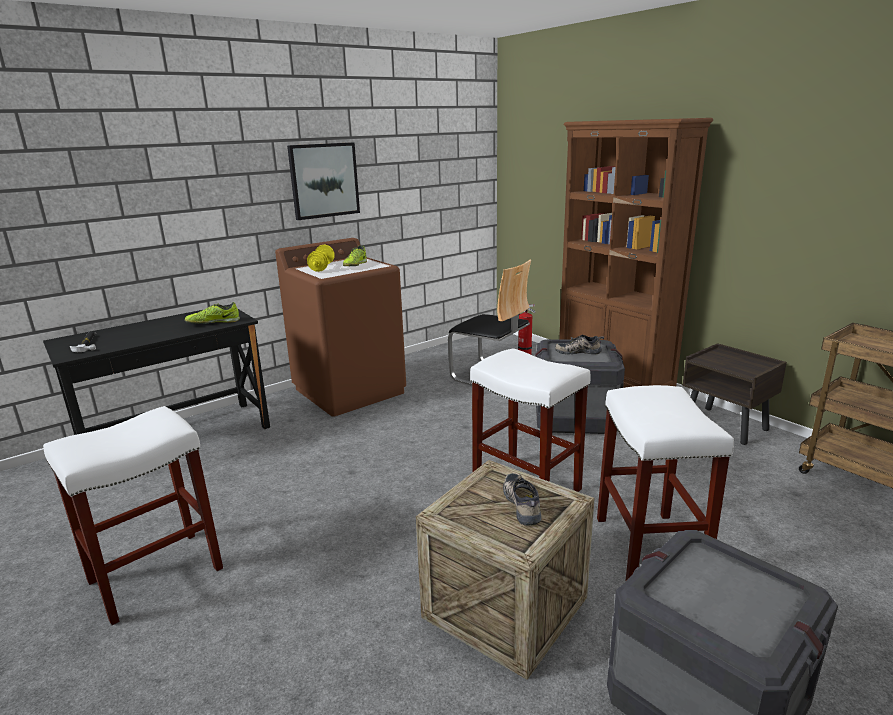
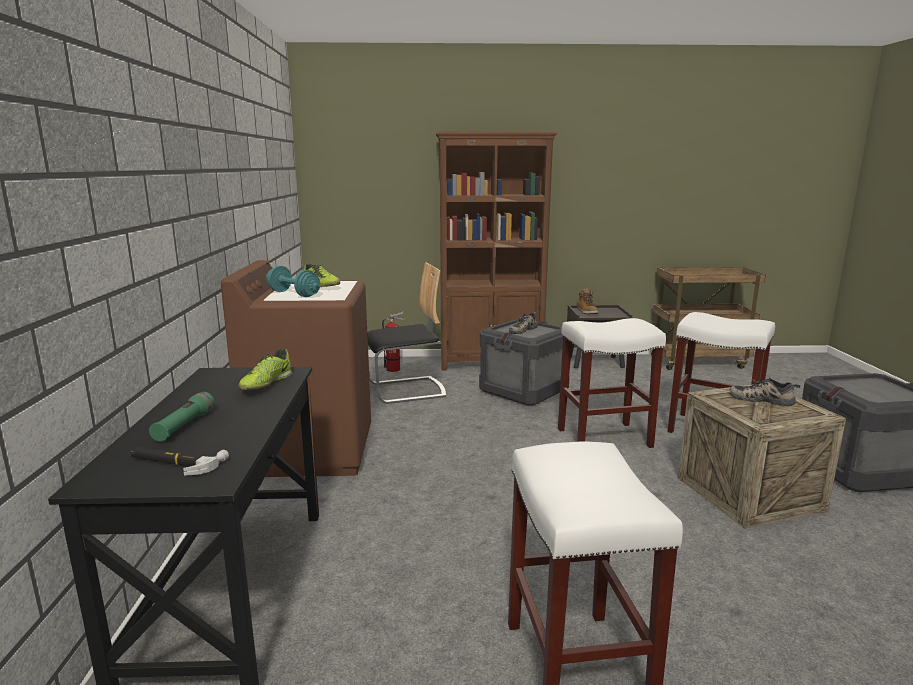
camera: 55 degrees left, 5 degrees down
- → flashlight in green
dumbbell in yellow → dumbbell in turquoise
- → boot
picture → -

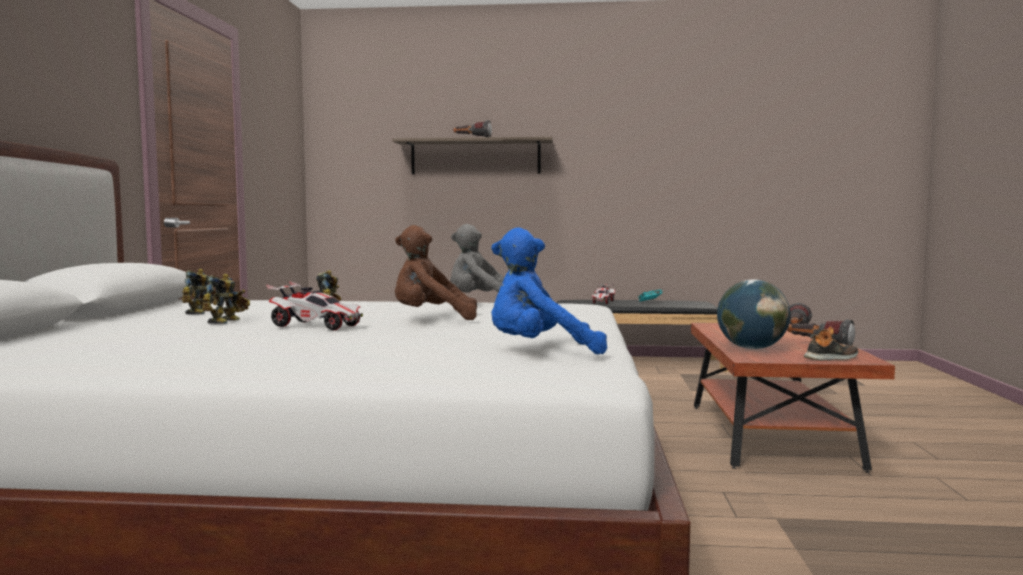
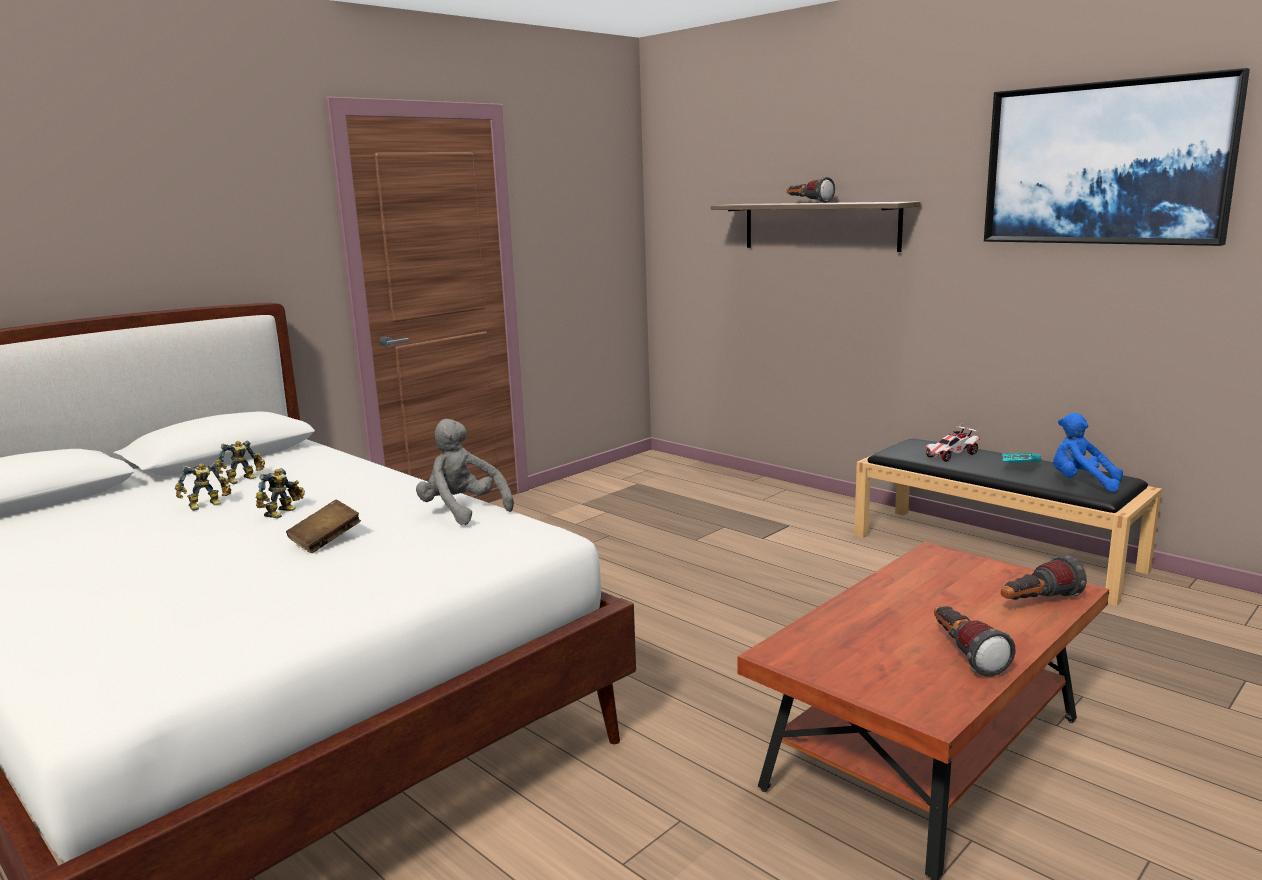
camera: 40 degrees right, 10 degrees up
plush toy in brown → book in brown
- → picture
plush toy in blue, moved
toy car (1st from left) → -
globe → -
shoe → -

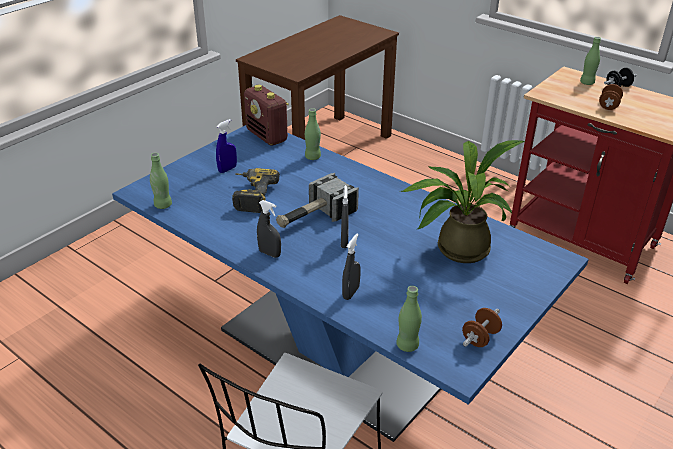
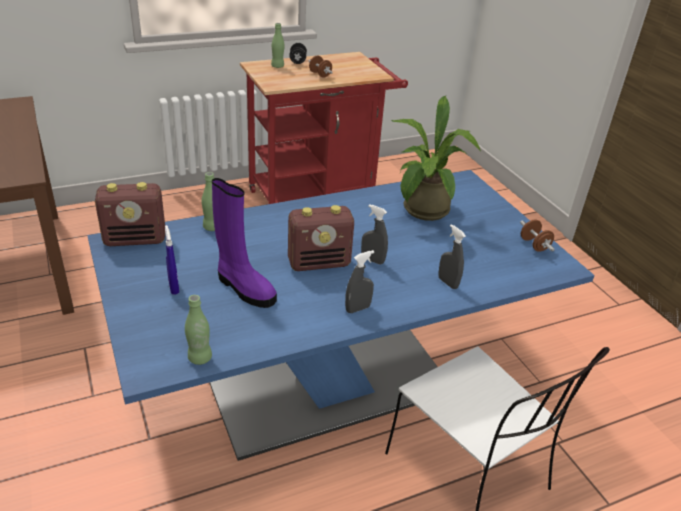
camera: 65 degrees left, 0 degrees up
power drill → boot in purple
hammer → radio (2nd from left)
bottle in green (3rd from left) → -

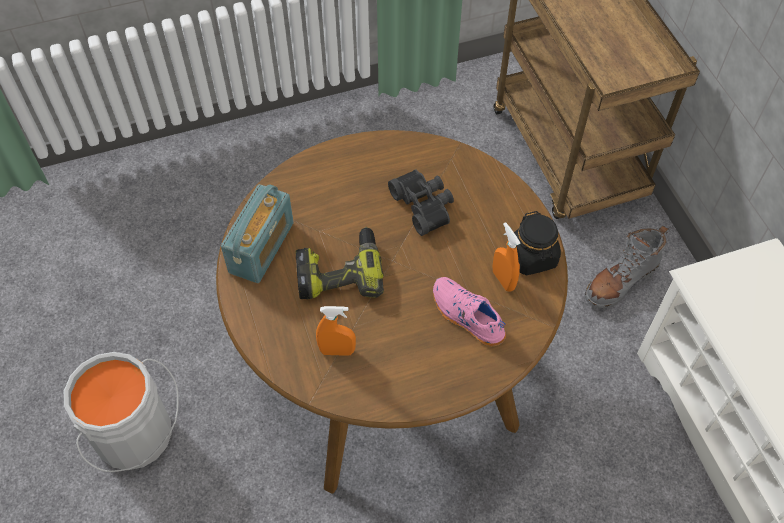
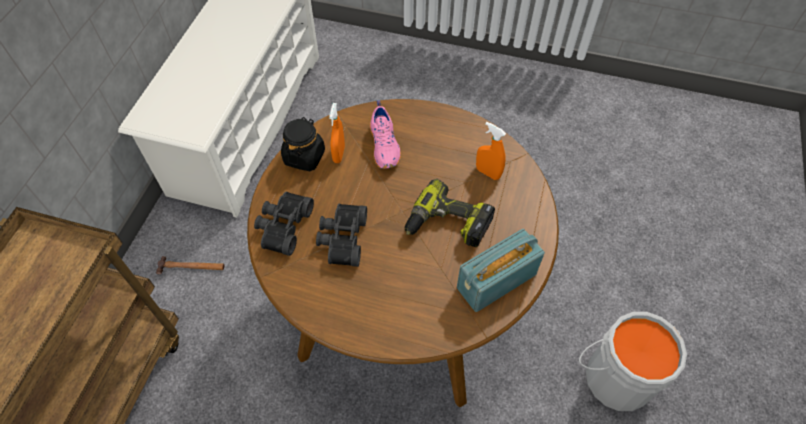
camera: 145 degrees left, 0 degrees up
boot in grey → hammer
- → binoculars in black (1st from left)

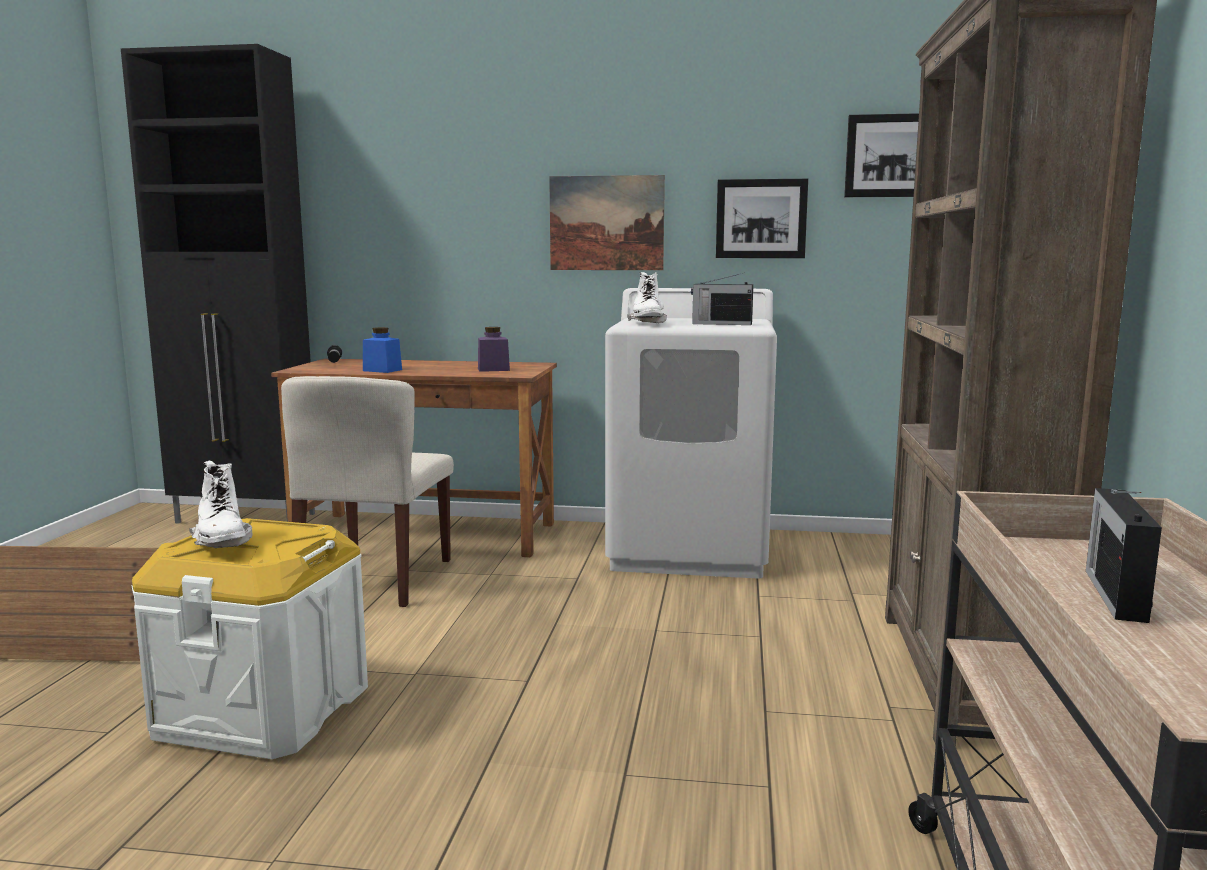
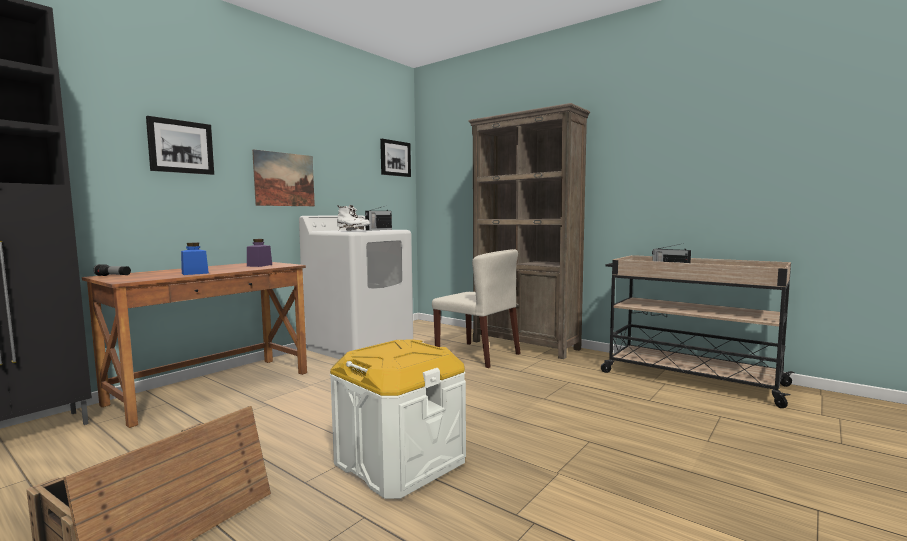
camera: 60 degrees left, 5 degrees down
picture (2nd from left in the first image) → picture (1st from left), moved
chair in beige, moved
boot in white (1st from left) → -

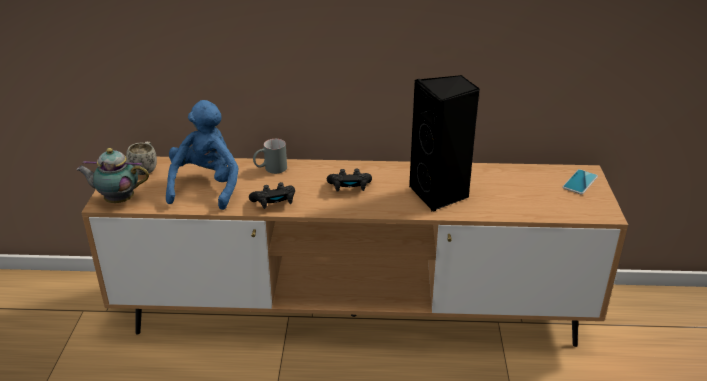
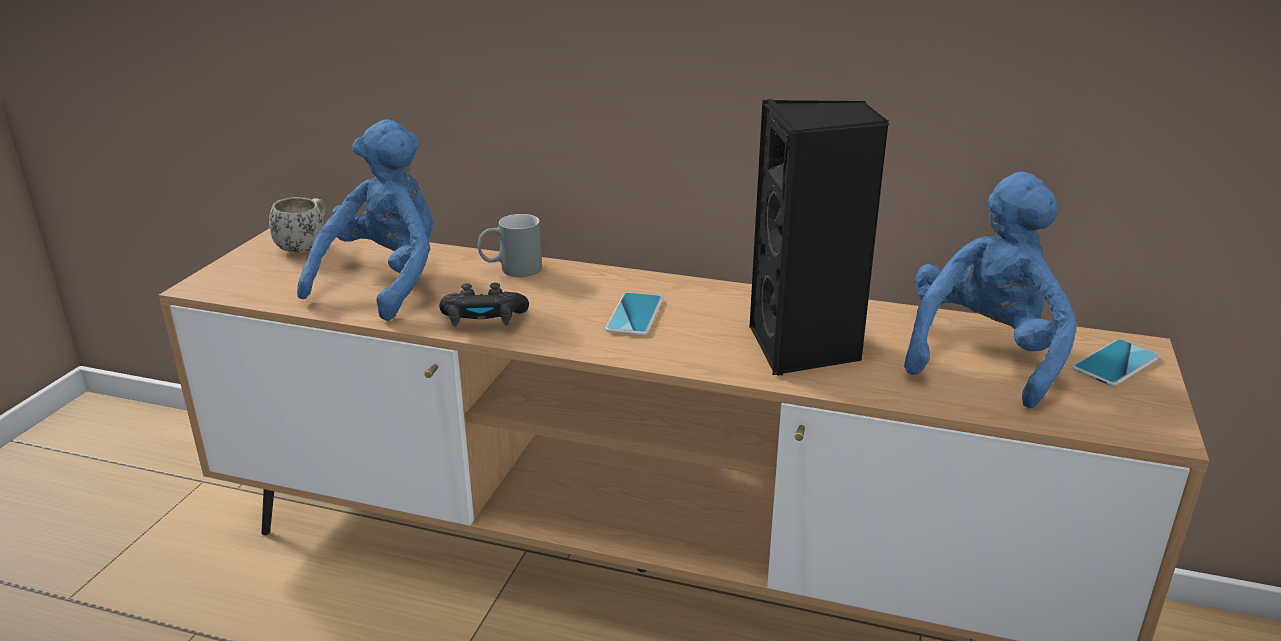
camera: 15 degrees right, 5 degrees down
game controller in black (2nd from left) → phone (1st from left)
- → plush toy in blue (2nd from left)
teapot → -

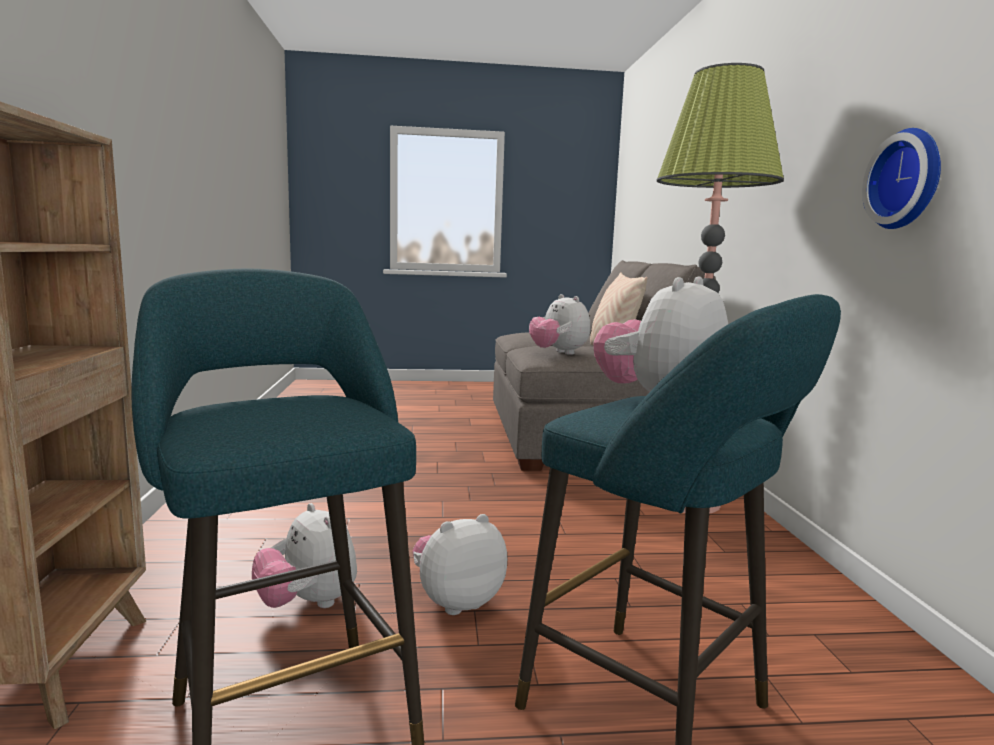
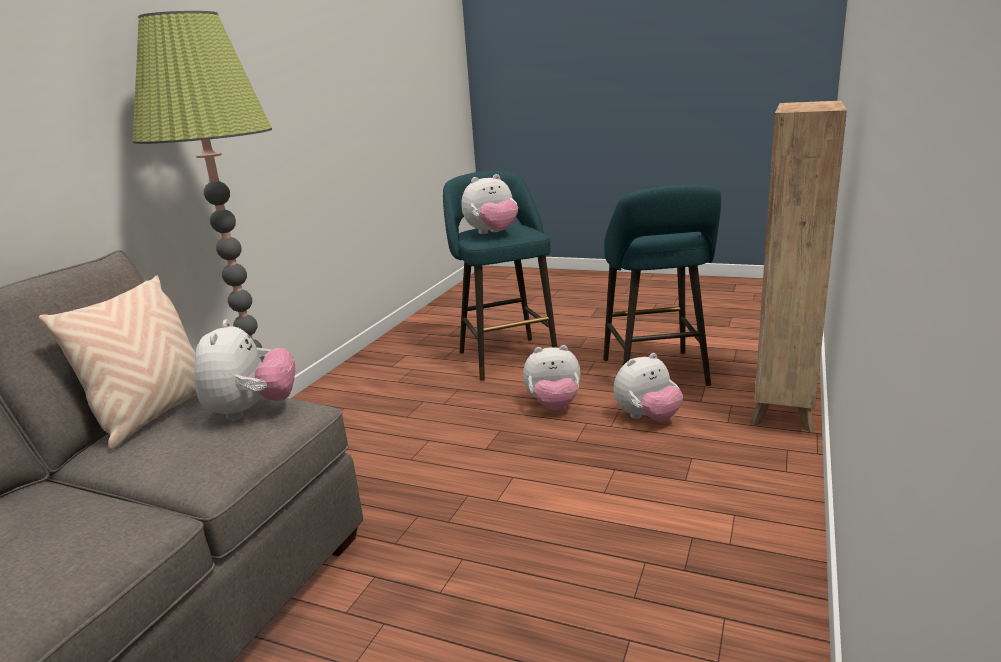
camera: 150 degrees left, 10 degrees up
plush toy (1st from left in the first image) → plush toy (4th from left), 75 degrees clockwise
wall clock → -

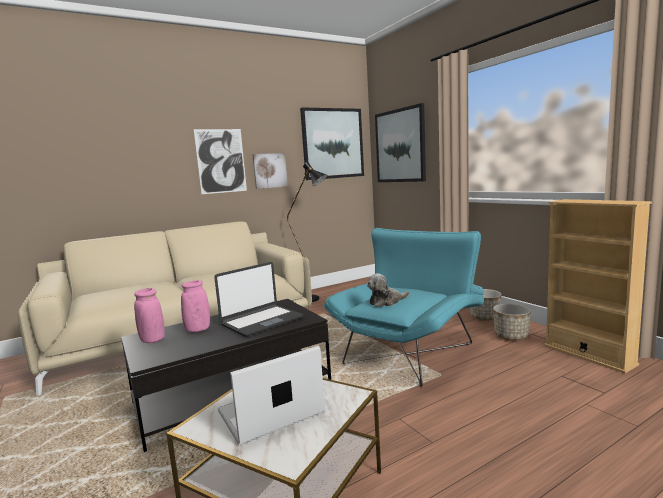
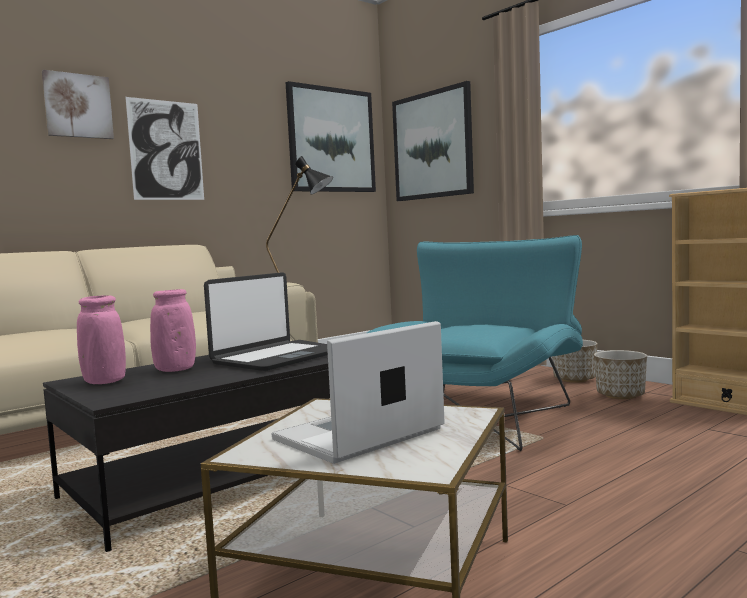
camera: 10 degrees left, 5 degrees down
picture (2nd from left in the first image) → picture (1st from left), moved
plush toy → -

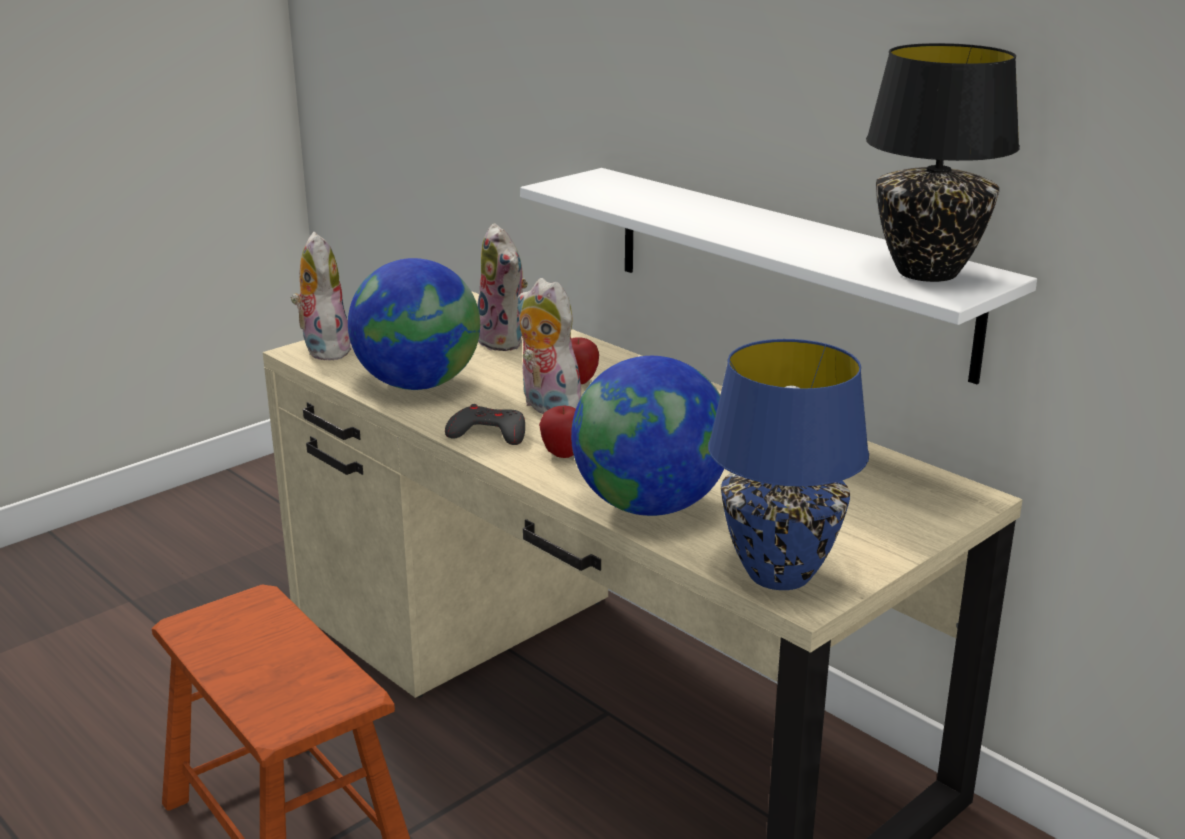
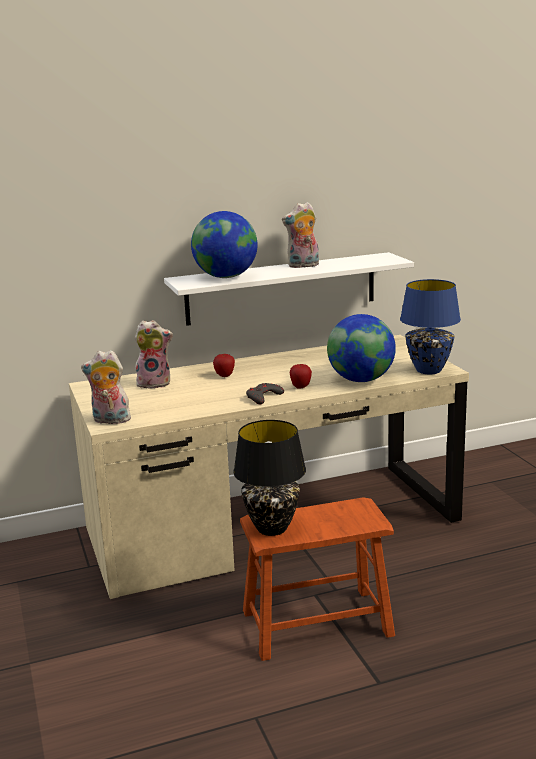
camera: 65 degrees left, 5 degrees down
globe (1st from left), moved
table lamp in black, moved
plush toy (3rd from left), moved

